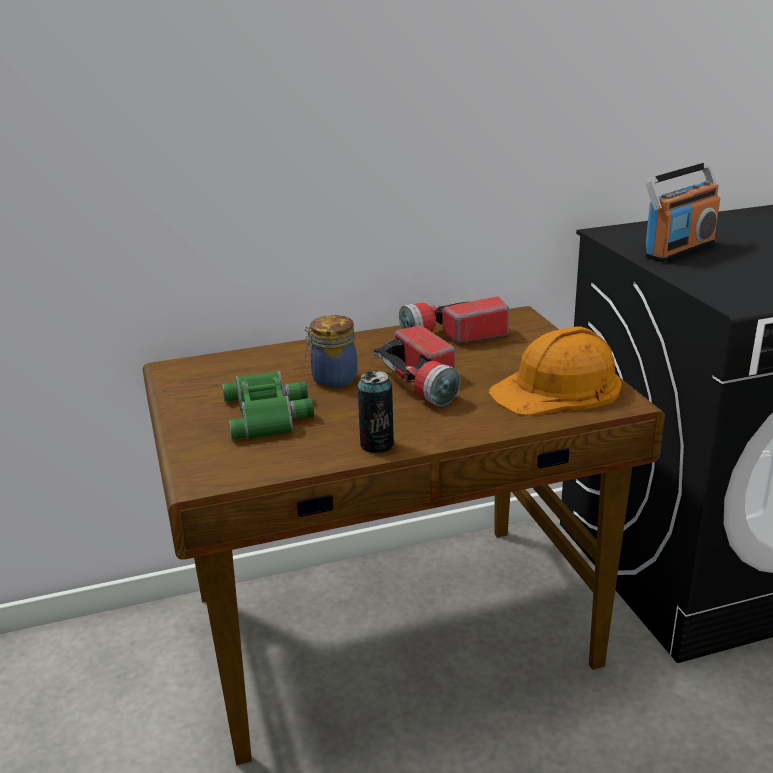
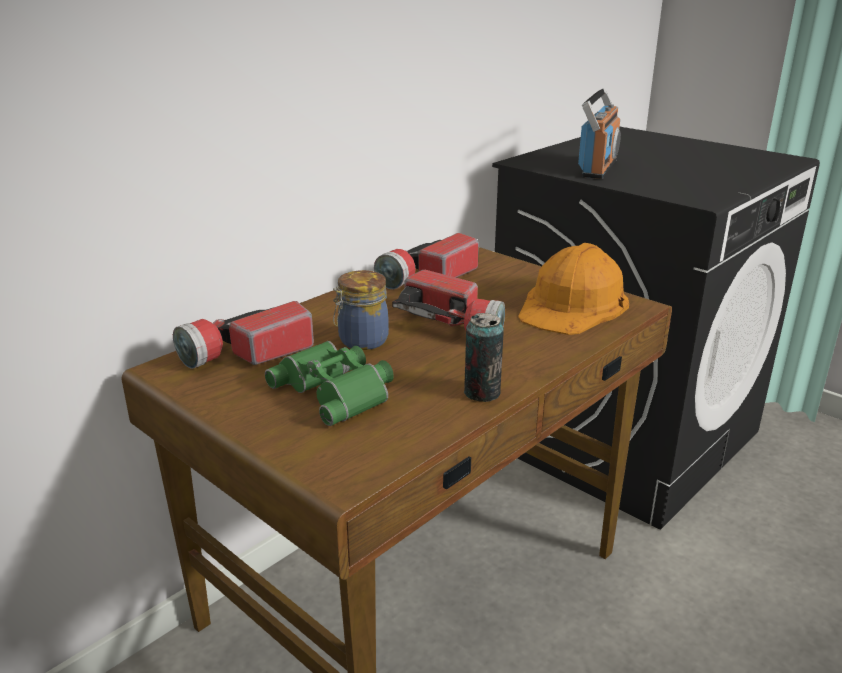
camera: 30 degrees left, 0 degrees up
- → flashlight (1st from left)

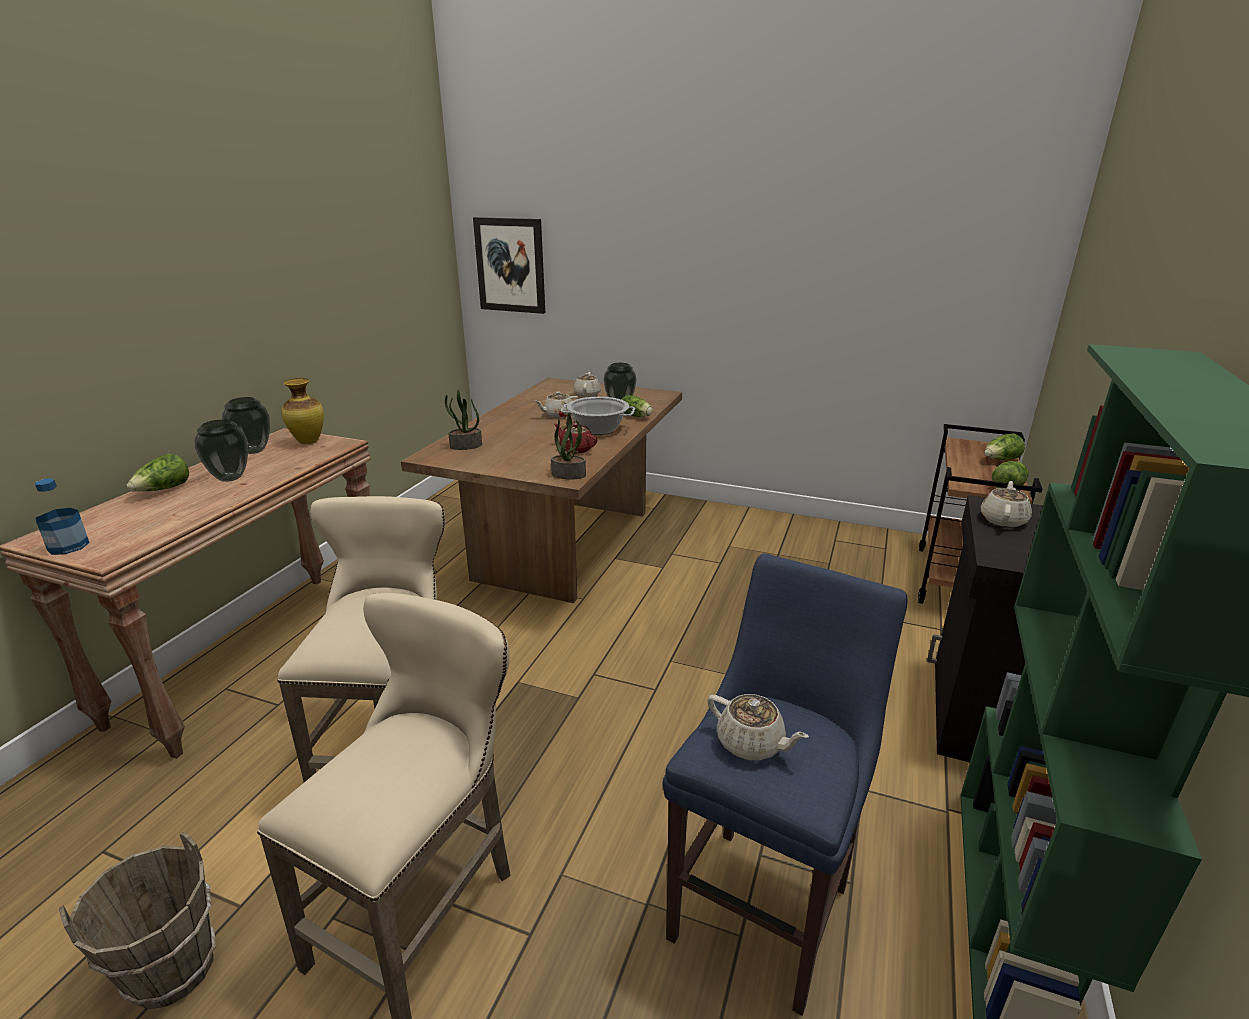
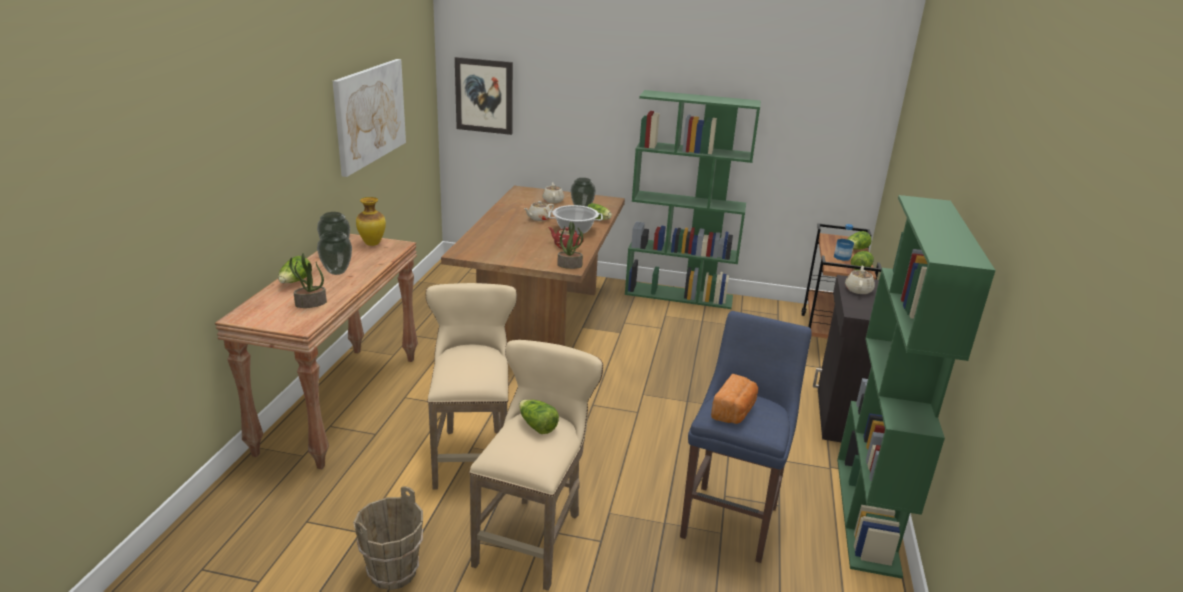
camera: 10 degrees left, 0 degrees up
potted plant (1st from left), moved
- → picture (1st from left)
- → lettuce (2nd from left)
- → bookcase in green (1st from left)
teapot in beige (3rd from left) → bread
bottle, moved

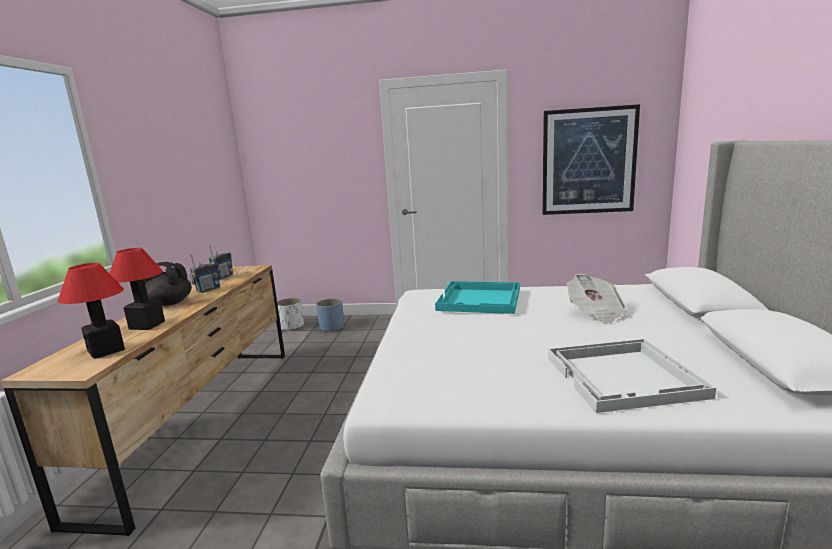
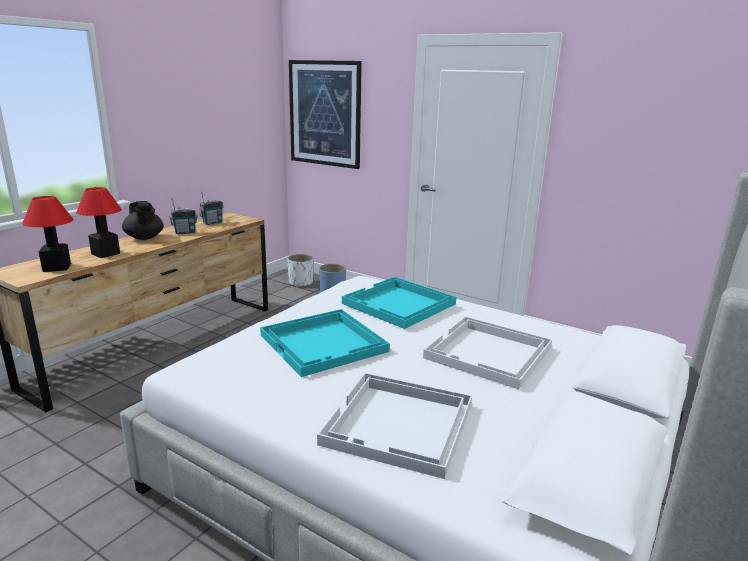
camera: 25 degrees right, 5 degrees up
teapot in black, 150 degrees counterclockwise
- → tray in turquoise (1st from left)
picture, moved
newspaper → tray in white (2nd from left)

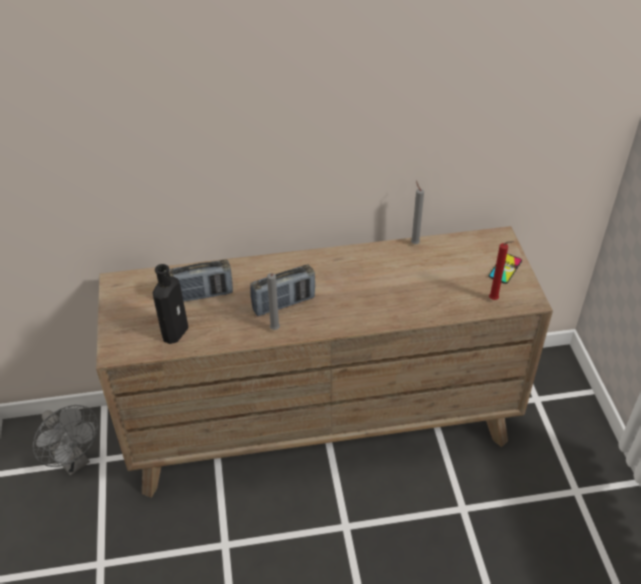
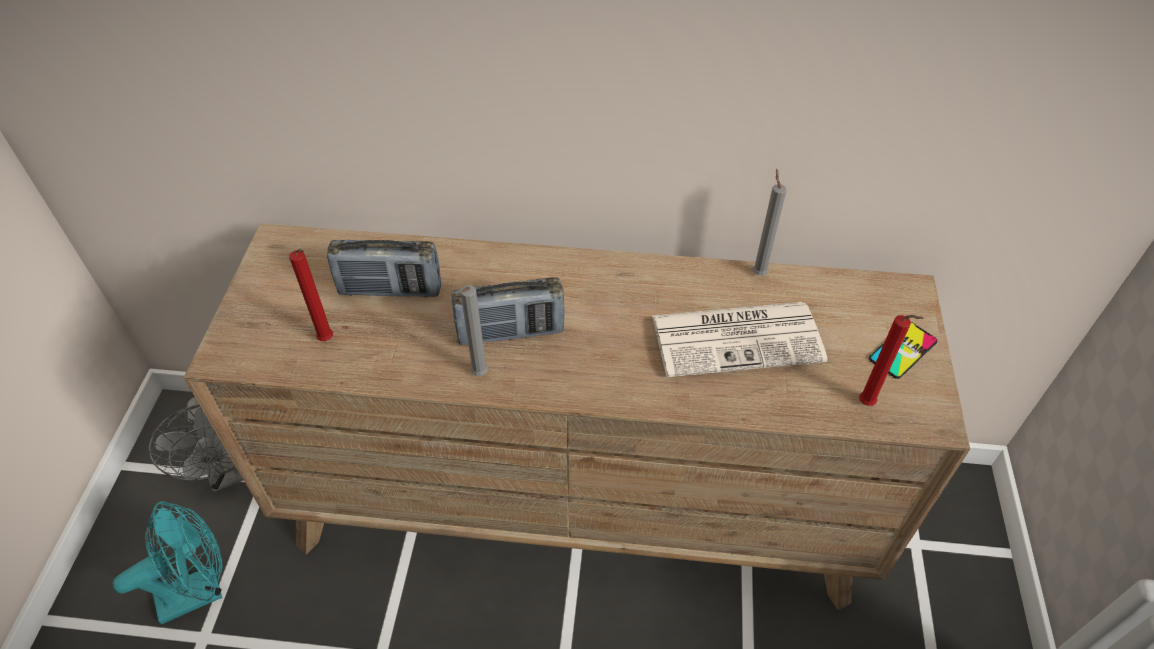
camera: 15 degrees right, 5 degrees up
- → fan in turquoise
bottle in black → candle in red (1st from left)
- → newspaper

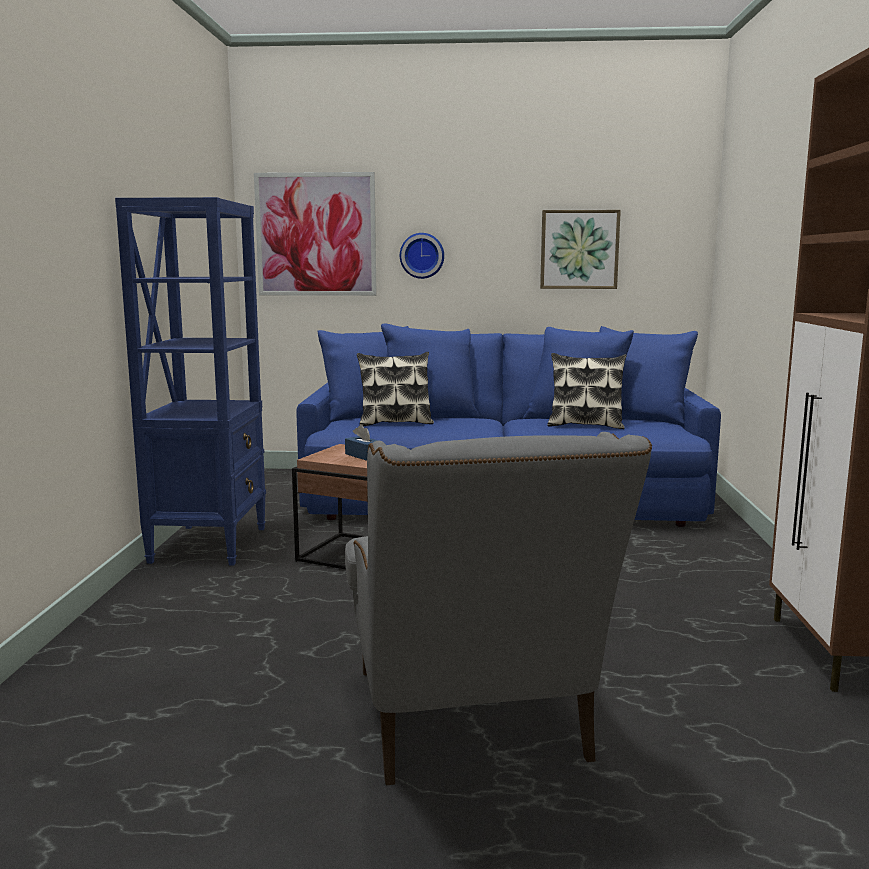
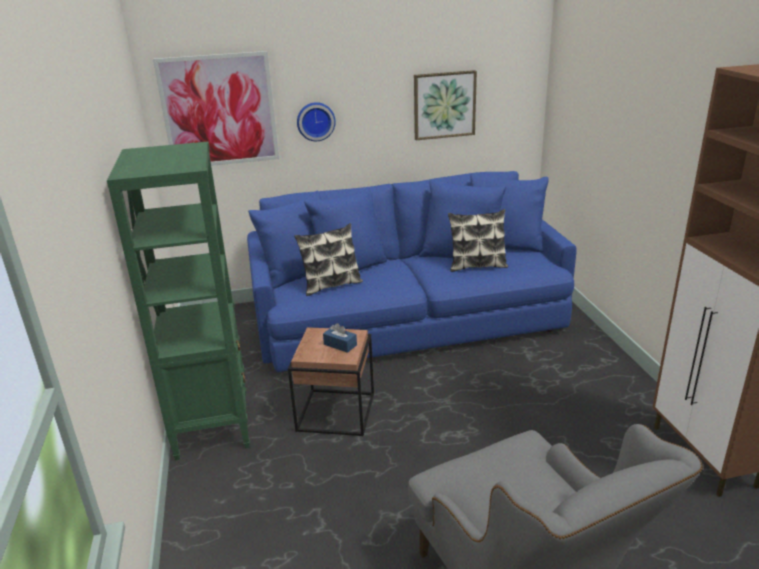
camera: 15 degrees left, 15 degrees up
bookcase in blue → bookcase in green

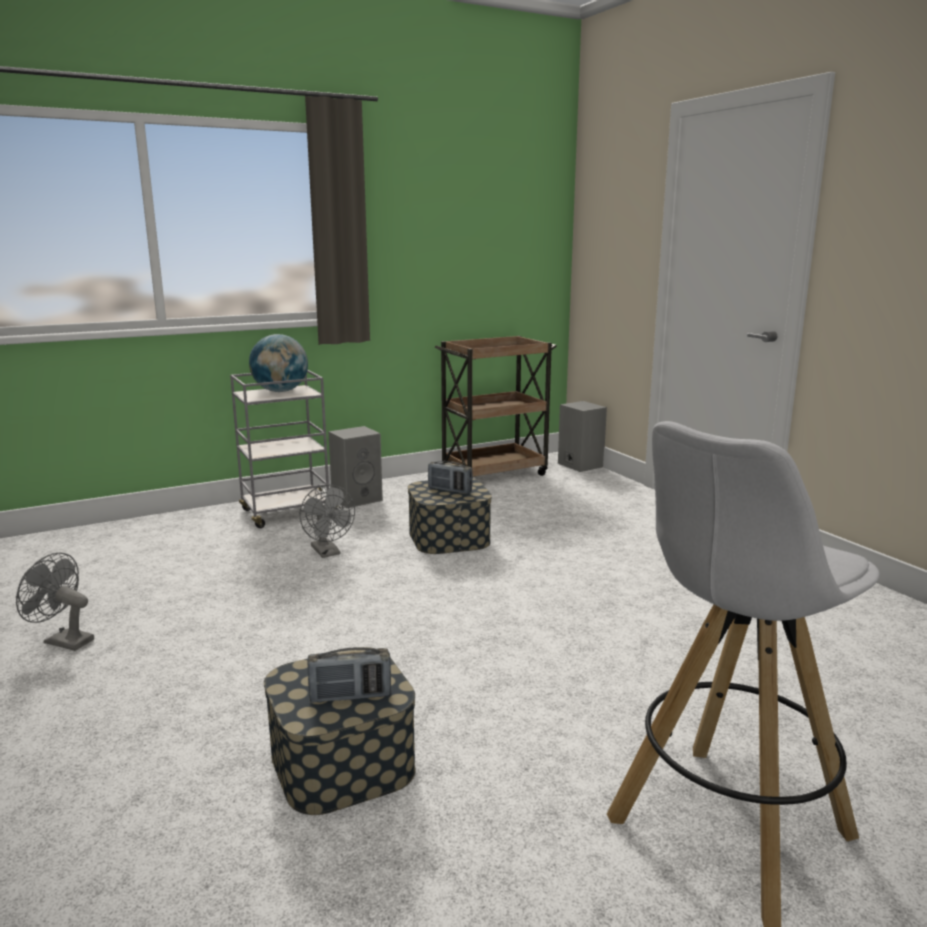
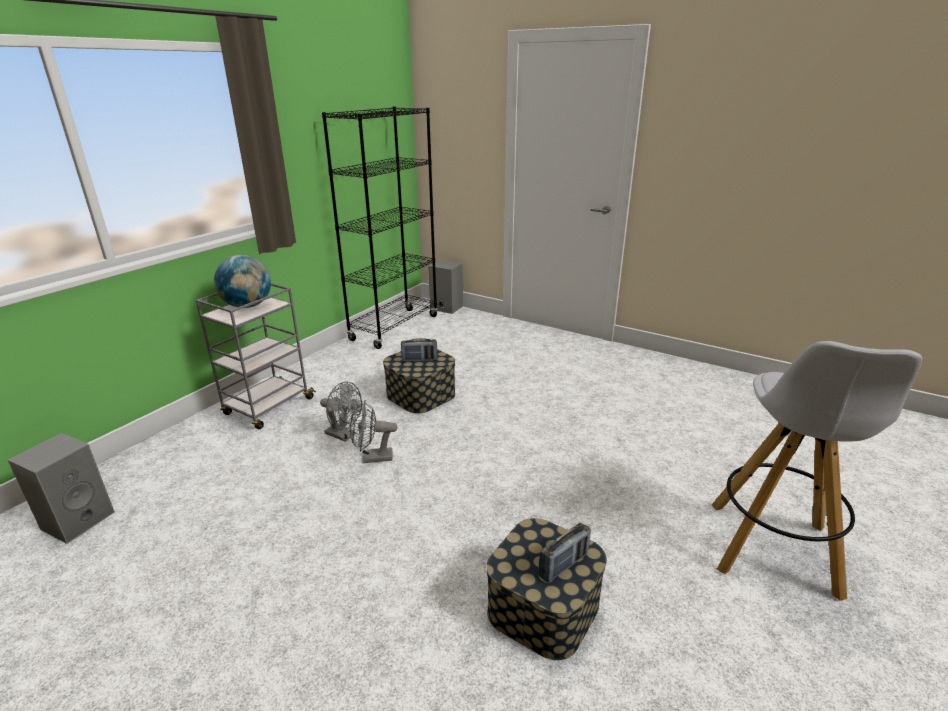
camera: 30 degrees left, 10 degrees up
speaker in grey (1st from left), moved
cart in brown → bookcase in black
fan in grey (1st from left in the first image) → fan in grey (2nd from left), moved

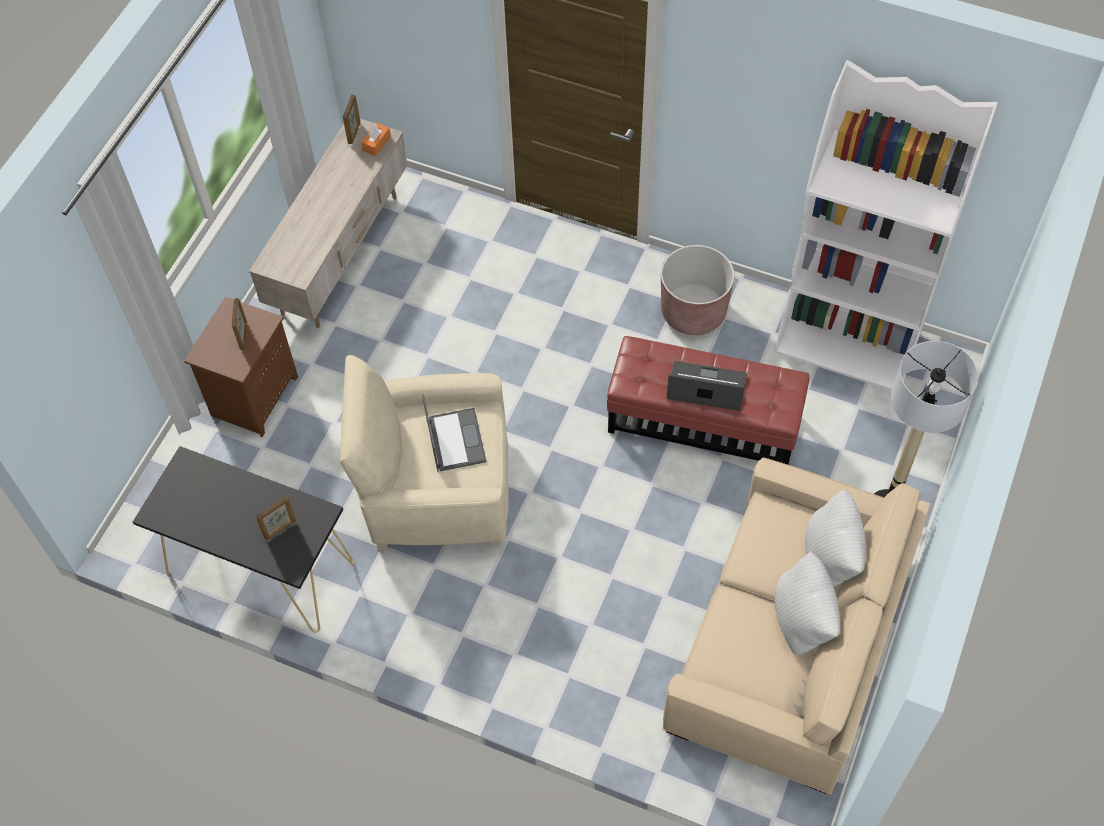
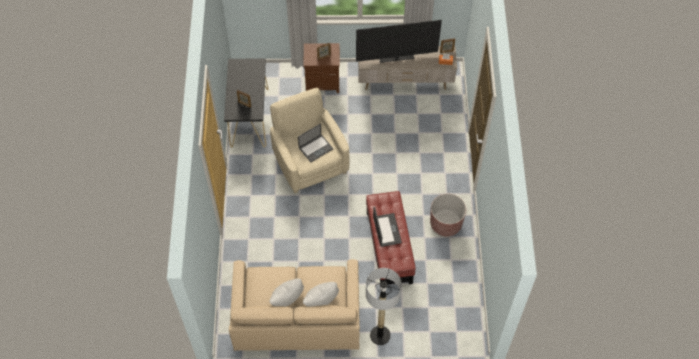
camera: 65 degrees right, 0 degrees up
- → television
bookcase in white → -

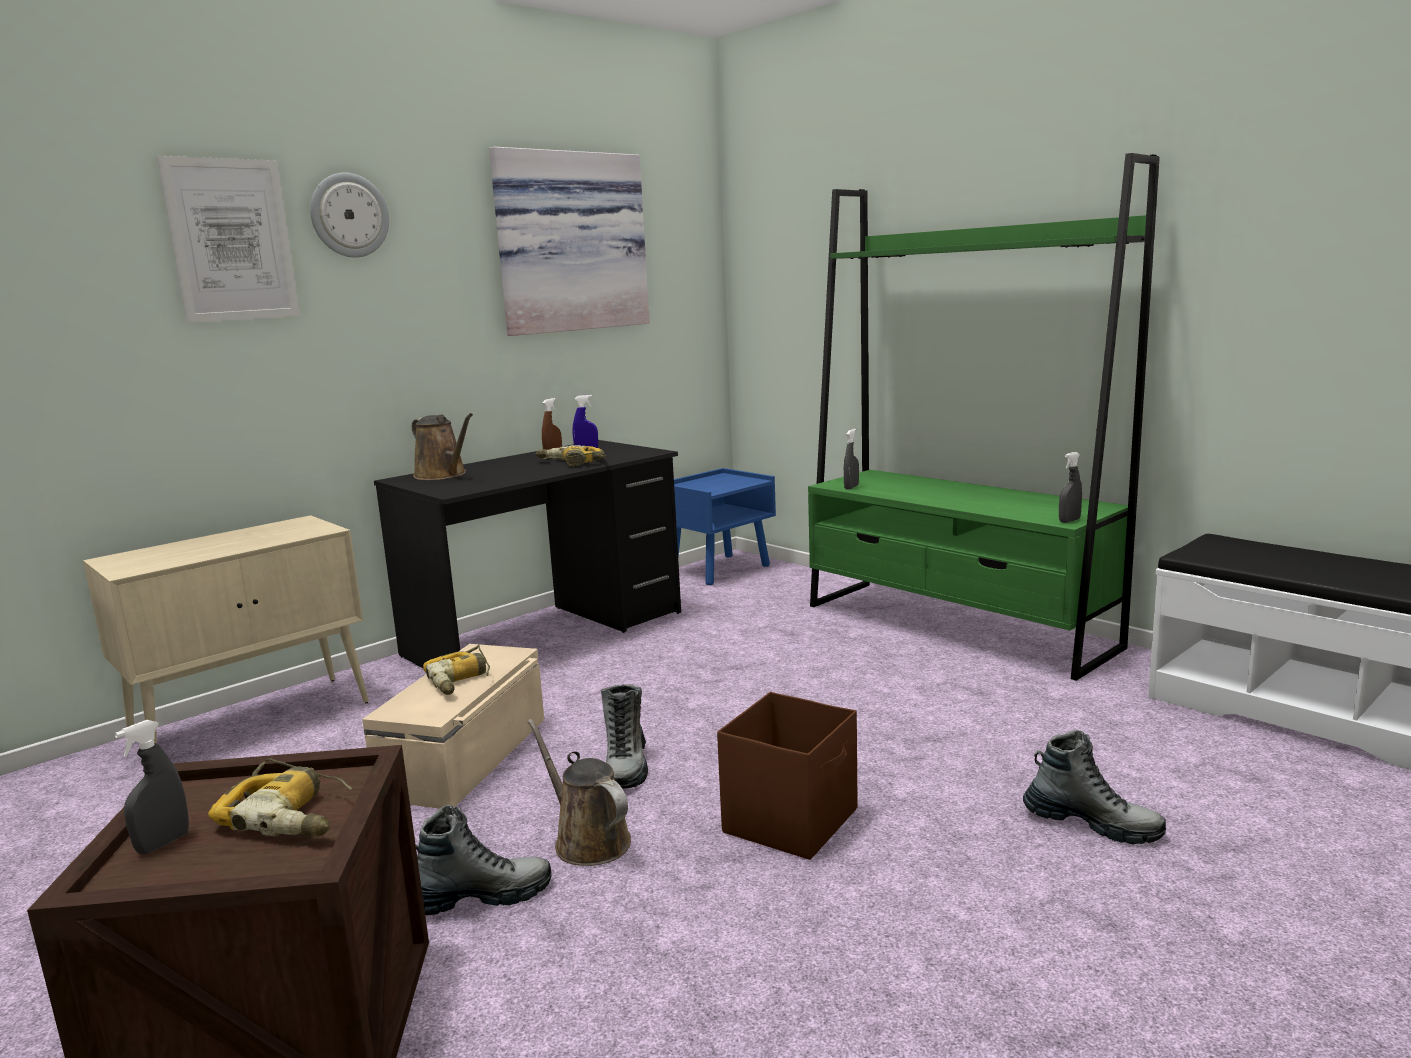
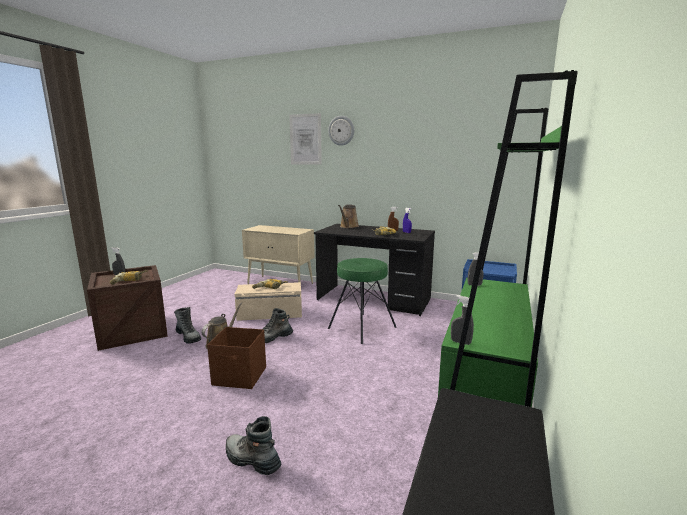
camera: 65 degrees right, 0 degrees up
boot (3rd from left in the first image) → boot (2nd from left), 120 degrees clockwise
- → stool in green
picture (2nd from left) → -

